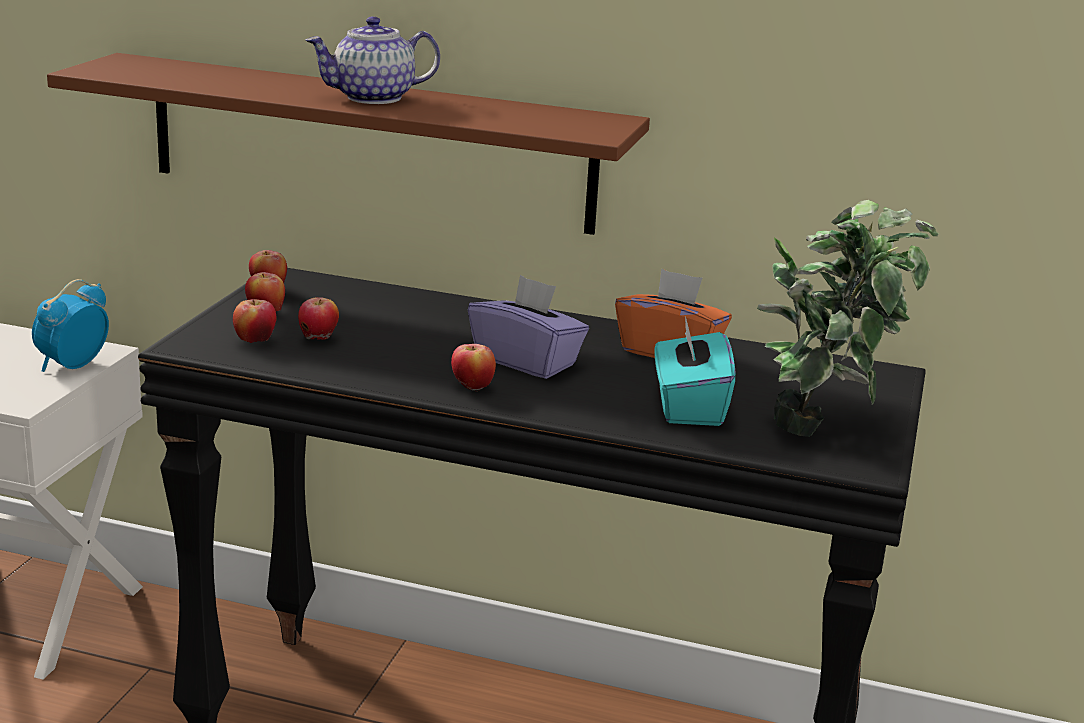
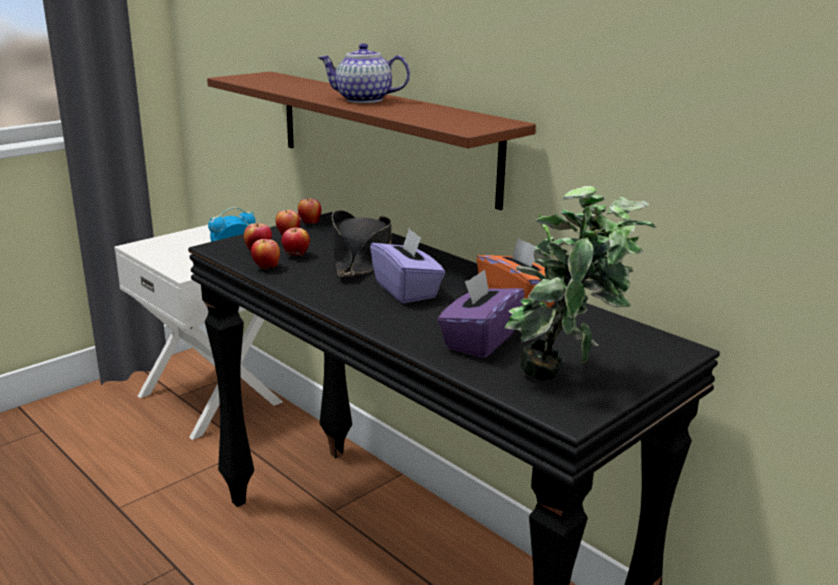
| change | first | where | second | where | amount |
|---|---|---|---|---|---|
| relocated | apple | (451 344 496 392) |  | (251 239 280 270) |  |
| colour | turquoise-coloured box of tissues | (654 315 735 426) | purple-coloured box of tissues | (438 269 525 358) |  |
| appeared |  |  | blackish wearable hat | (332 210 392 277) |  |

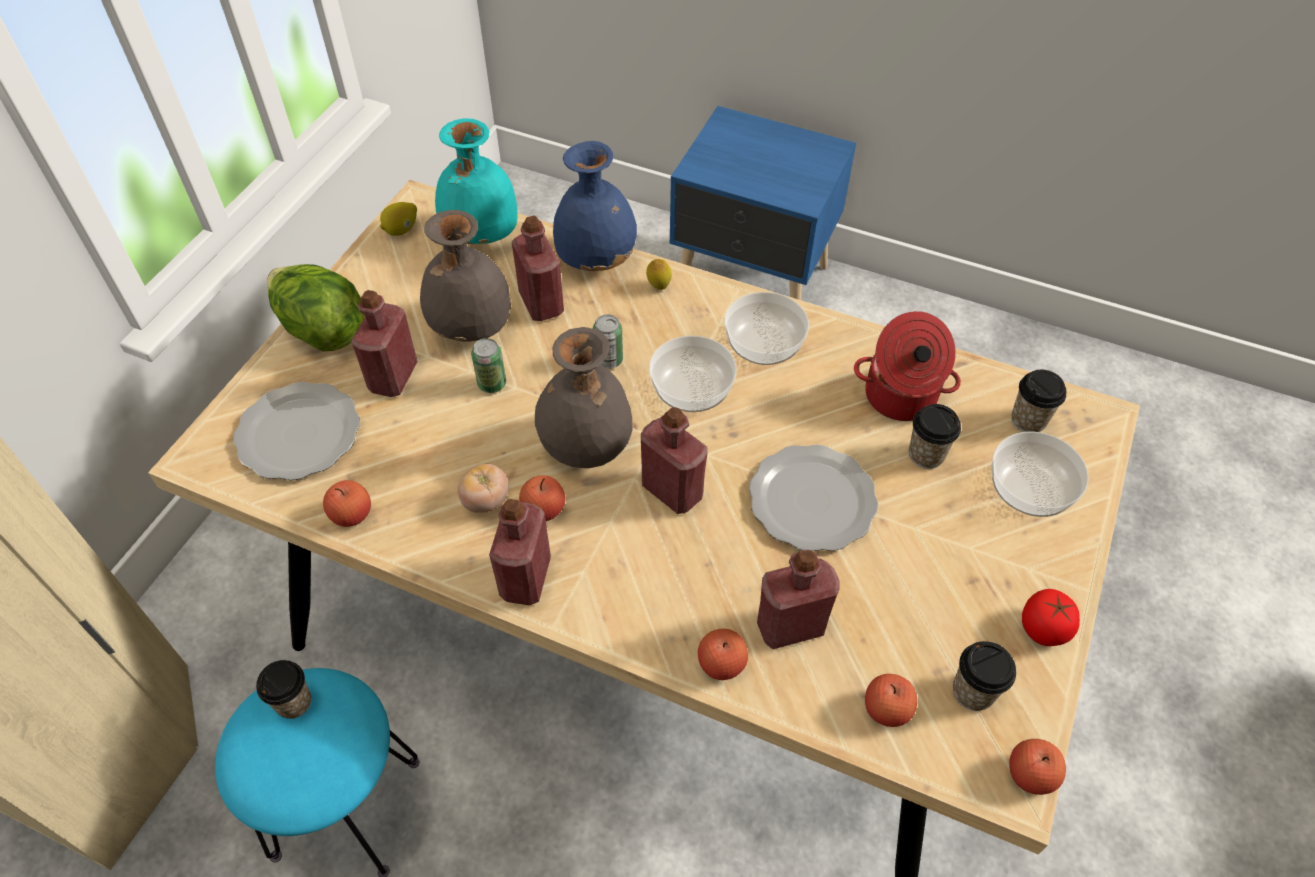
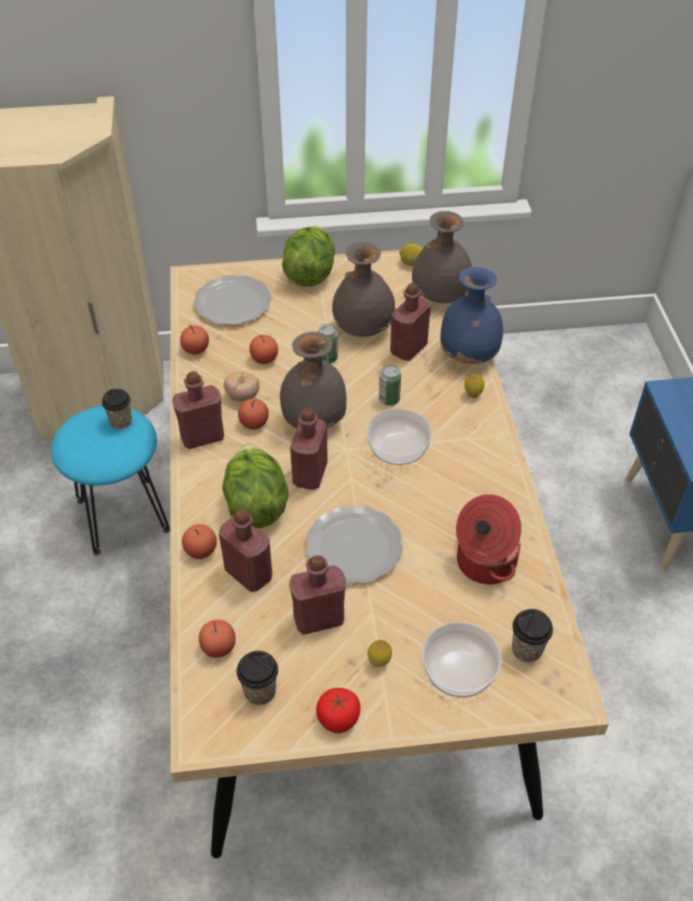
| change | first | where | second | where | amount |
|---|---|---|---|---|---|
| relocated | reddish drink bottle | (351 290 418 397) |  | (289 555 346 635) |  |
| colour | turquoise-coloured decorative vase | (435 118 518 244) | gray decorative vase | (412 211 472 303) |  |
| missing | deep dish | (725 292 809 365) |  |  |  |
| missing | drinking cup | (909 404 961 469) |  |  |  |
| relocated | apple | (1009 739 1066 795) |  | (249 335 278 364) |  |
| appeared |  |  | lettuce head | (222 444 289 528) |  |
| appeared |  |  | citrus fruit | (367 640 392 667) |  |

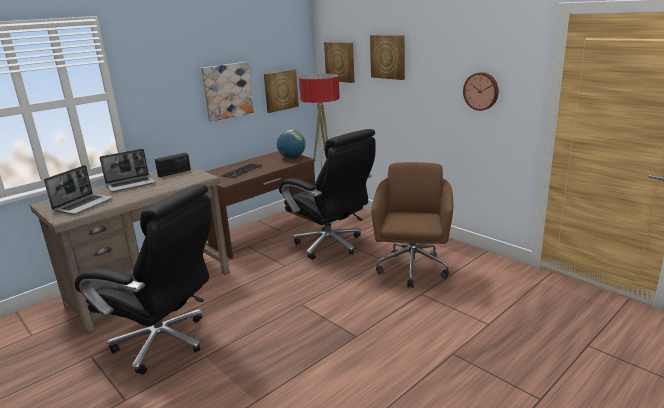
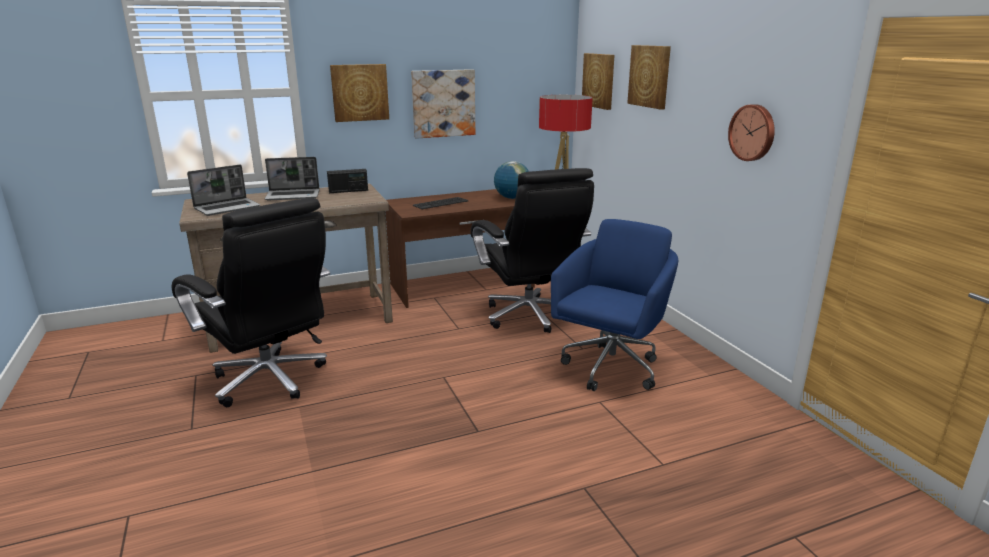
| change | first | where | second | where | amount |
|---|---|---|---|---|---|
| relocated | wall art | (264 69 299 113) |  | (330 64 389 122) |  |
| colour | brownish desk chair | (371 162 453 288) | blue-coloured desk chair | (551 219 678 391) |  |

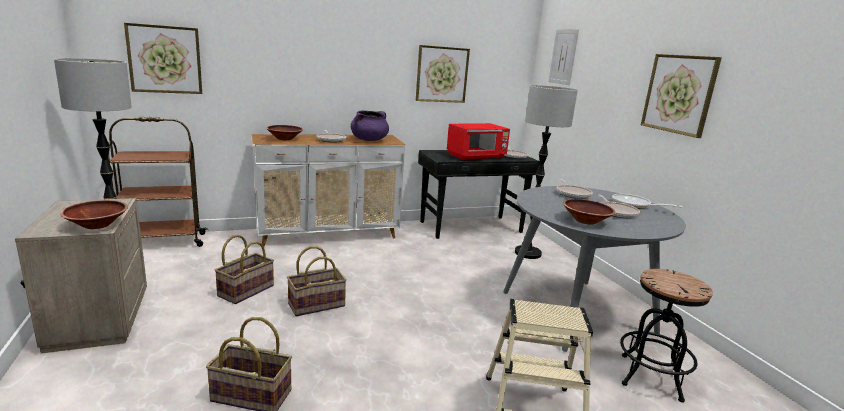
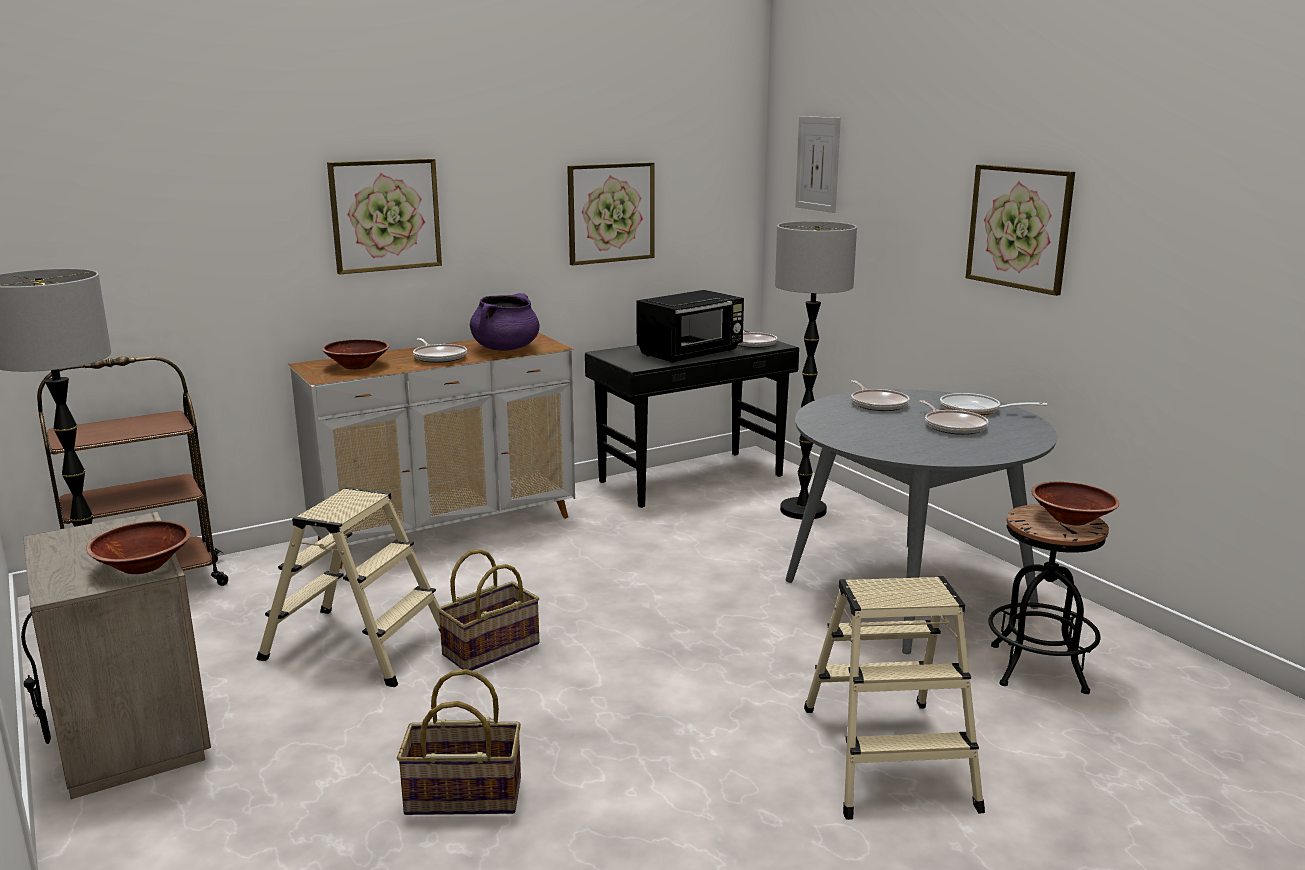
| change | first | where | second | where | amount |
|---|---|---|---|---|---|
| relocated | wall art | (124 23 202 94) |  | (327 159 442 275) |  |
| exchanged | storage basket | (215 235 274 304) | beige-coloured step ladder | (257 487 441 687) |  |
| colour | reddish microwave oven | (447 123 510 160) | blackish microwave oven | (636 290 744 363) |  |
| relocated | brownish deep dish | (563 199 615 225) |  | (1031 482 1119 526) |  |

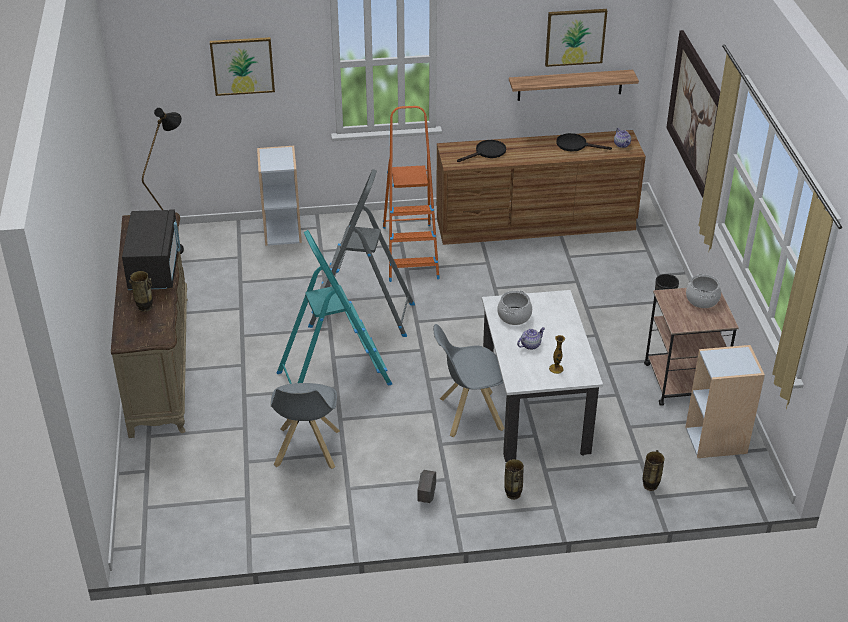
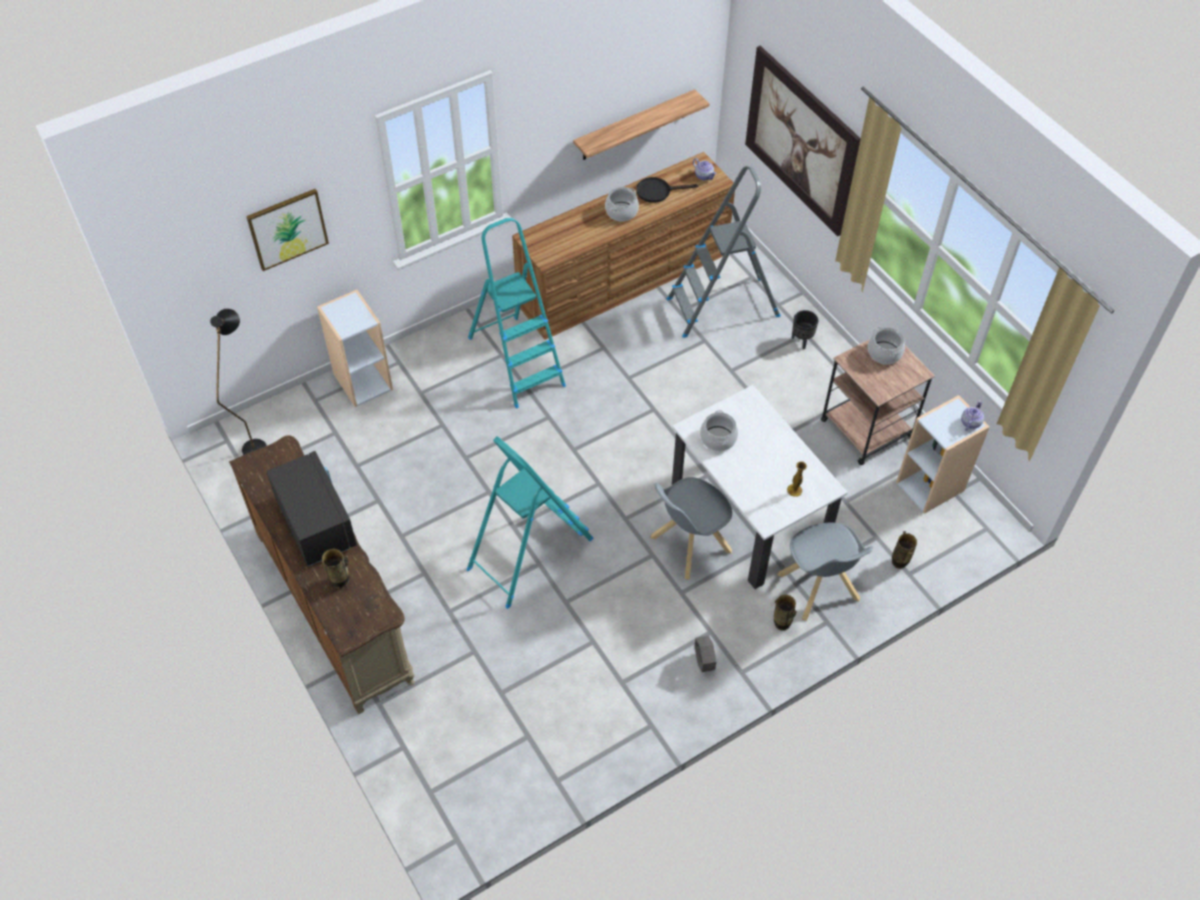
| change | first | where | second | where | amount |
|---|---|---|---|---|---|
| relocated | gray chair | (270 383 340 469) |  | (777 523 873 621) |  |
| relocated | gray step ladder | (308 169 415 337) |  | (667 166 781 338) |  |
| colour | orange-coloured step ladder | (383 106 440 282) | turquoise-coloured step ladder | (468 218 566 408) |  |
| missing | blackish skillet | (457 140 506 162) |  |  |  |
| relocated | pot for tea | (517 327 545 350) |  | (961 401 984 431) |  |
| missing | wall art | (545 9 607 67) |  |  |  |
| appeared |  |  | saucepot | (605 187 639 222) |  |

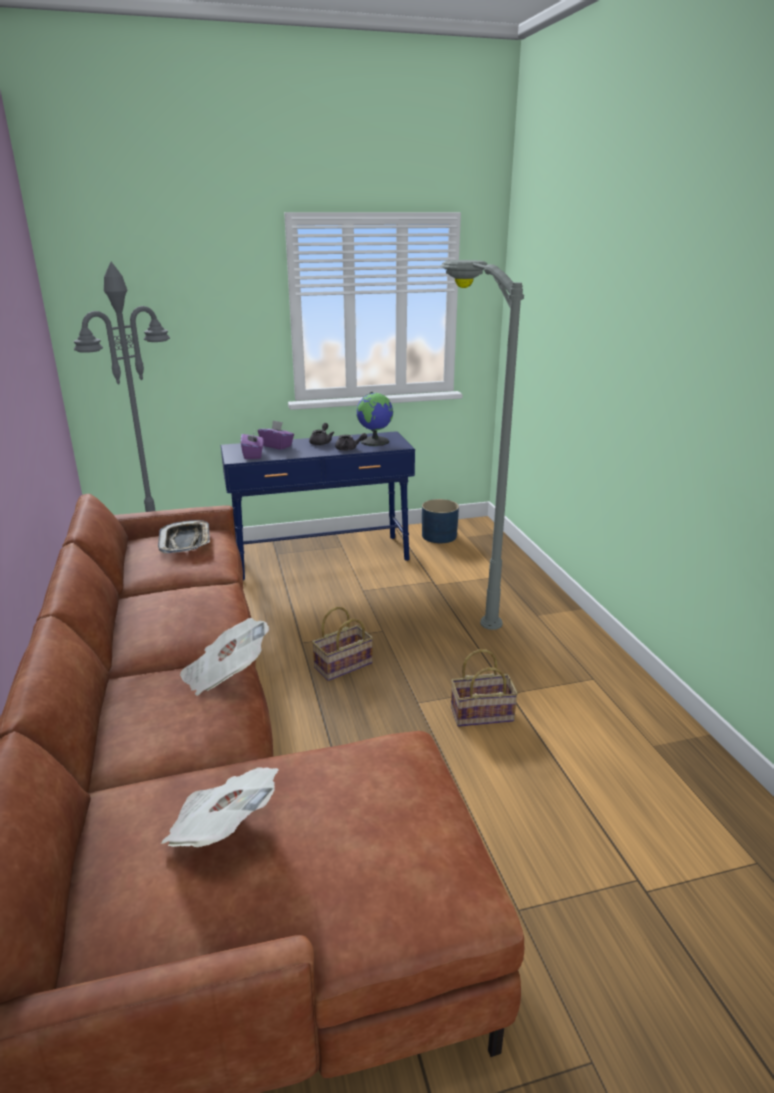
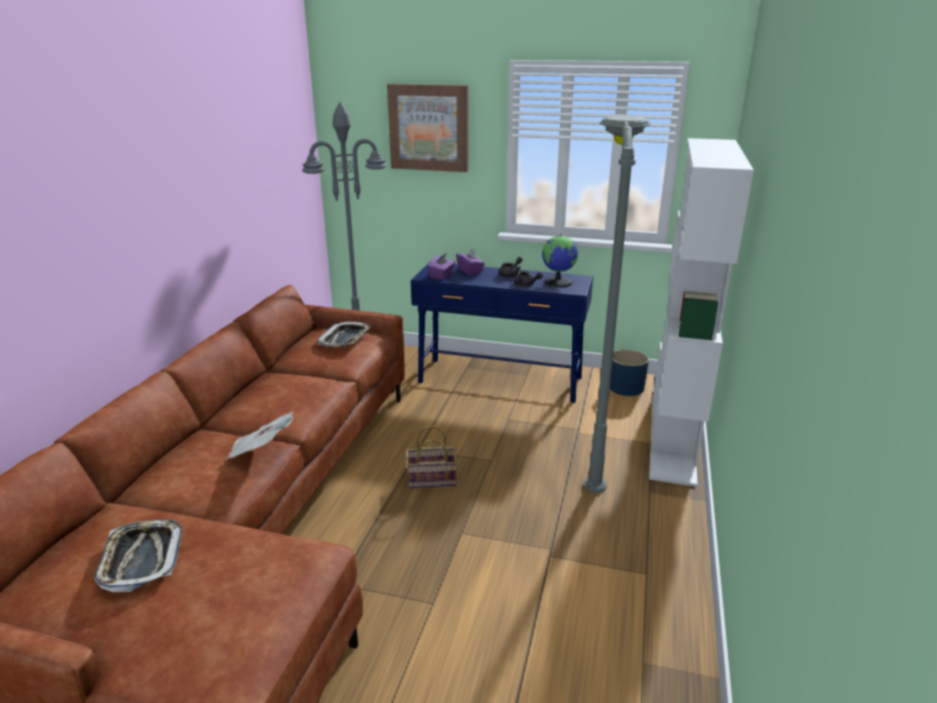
| change | first | where | second | where | amount |
|---|---|---|---|---|---|
| exchanged | newspaper | (161 767 278 847) | tray | (94 520 182 592) |  |
| missing | storage basket | (451 649 518 727) |  |  |  |
| appeared |  |  | wall art | (387 84 468 172) |  |
| appeared |  |  | white-coloured shelving unit | (649 138 754 487) |  |

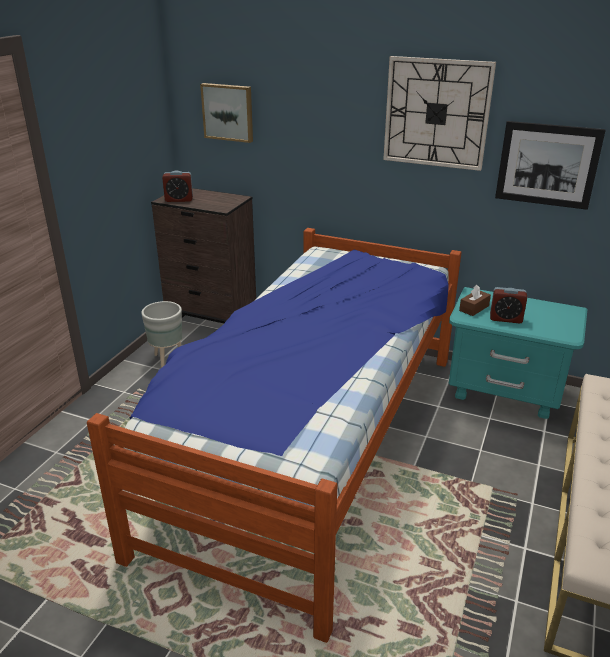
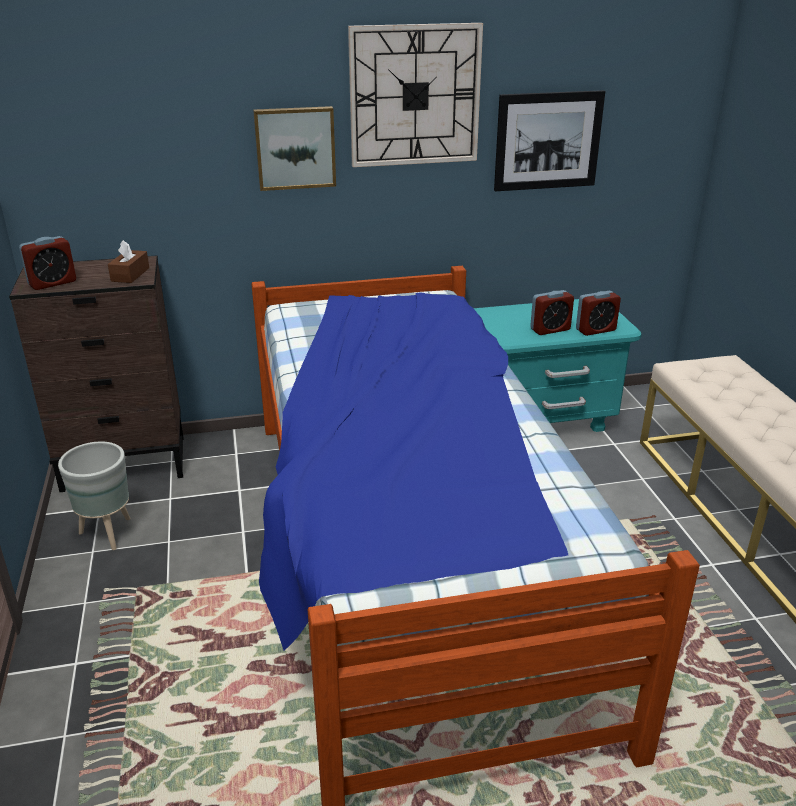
| change | first | where | second | where | amount |
|---|---|---|---|---|---|
| relocated | wall art | (200 83 253 143) |  | (253 106 336 191) |  |
| relocated | brownish box of tissues | (459 285 491 316) |  | (108 240 149 283) |  |
| appeared |  |  | bedside clock | (576 291 621 336) |  |

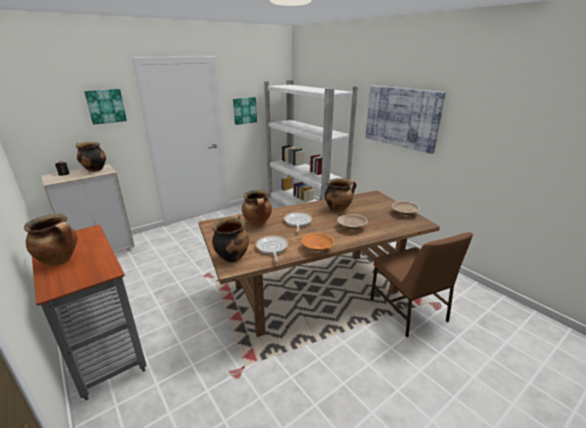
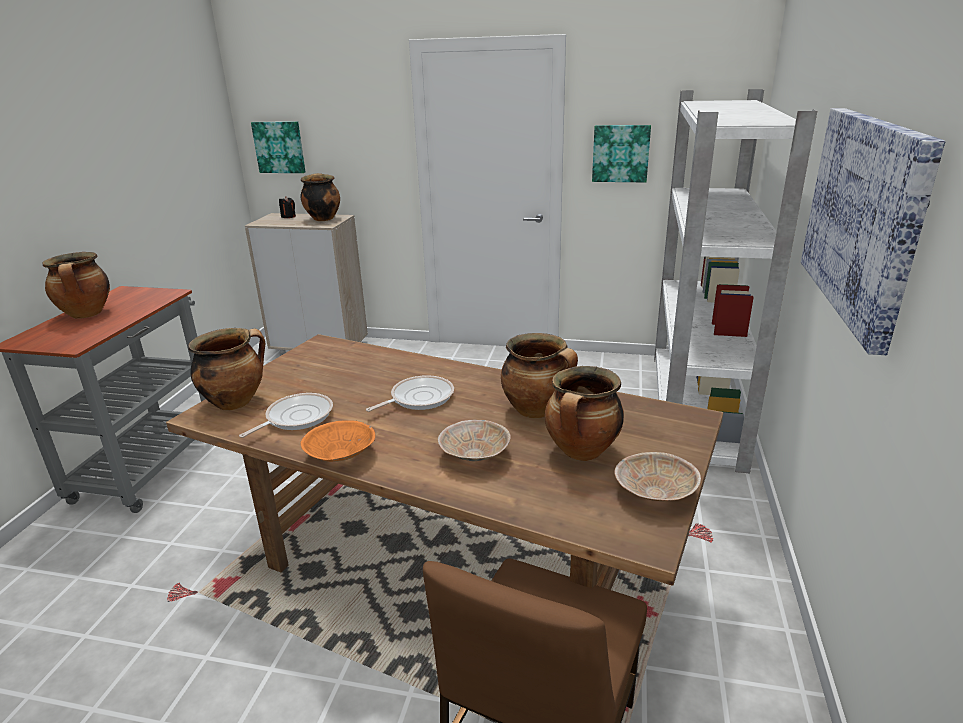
| change | first | where | second | where | amount |
|---|---|---|---|---|---|
| relocated | wall art | (84 89 127 125) |  | (251 121 305 173) |  |
| relocated | saucepot | (242 190 272 226) |  | (545 366 624 461) |  |

